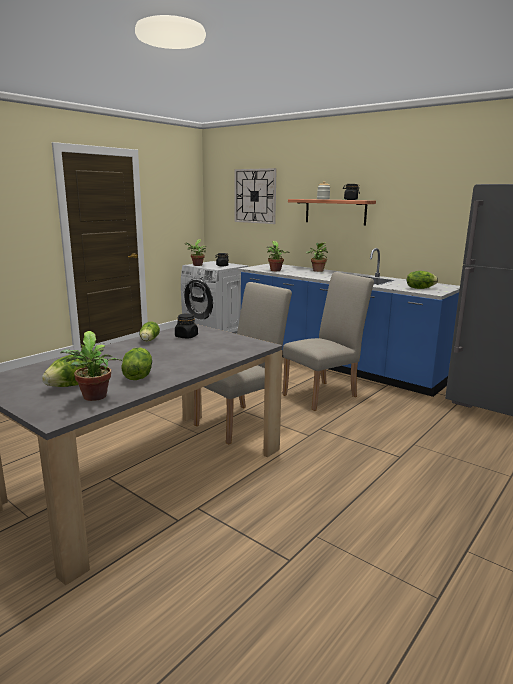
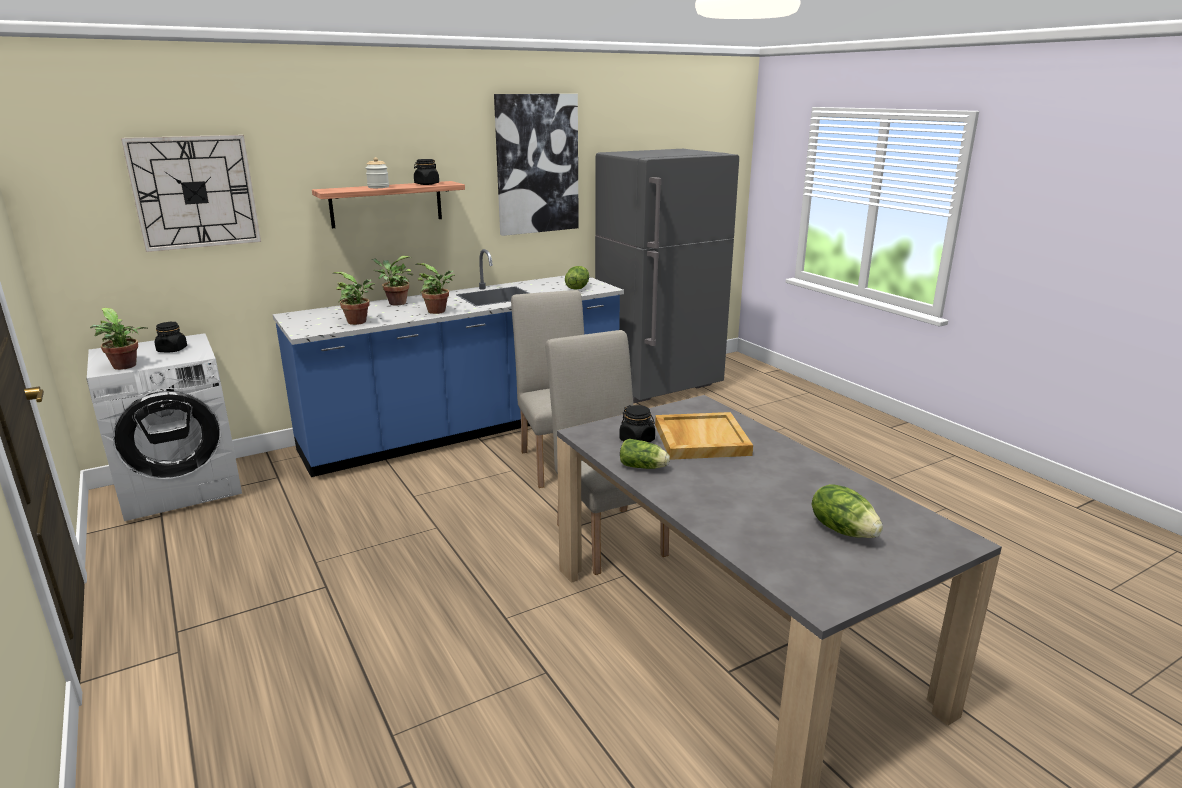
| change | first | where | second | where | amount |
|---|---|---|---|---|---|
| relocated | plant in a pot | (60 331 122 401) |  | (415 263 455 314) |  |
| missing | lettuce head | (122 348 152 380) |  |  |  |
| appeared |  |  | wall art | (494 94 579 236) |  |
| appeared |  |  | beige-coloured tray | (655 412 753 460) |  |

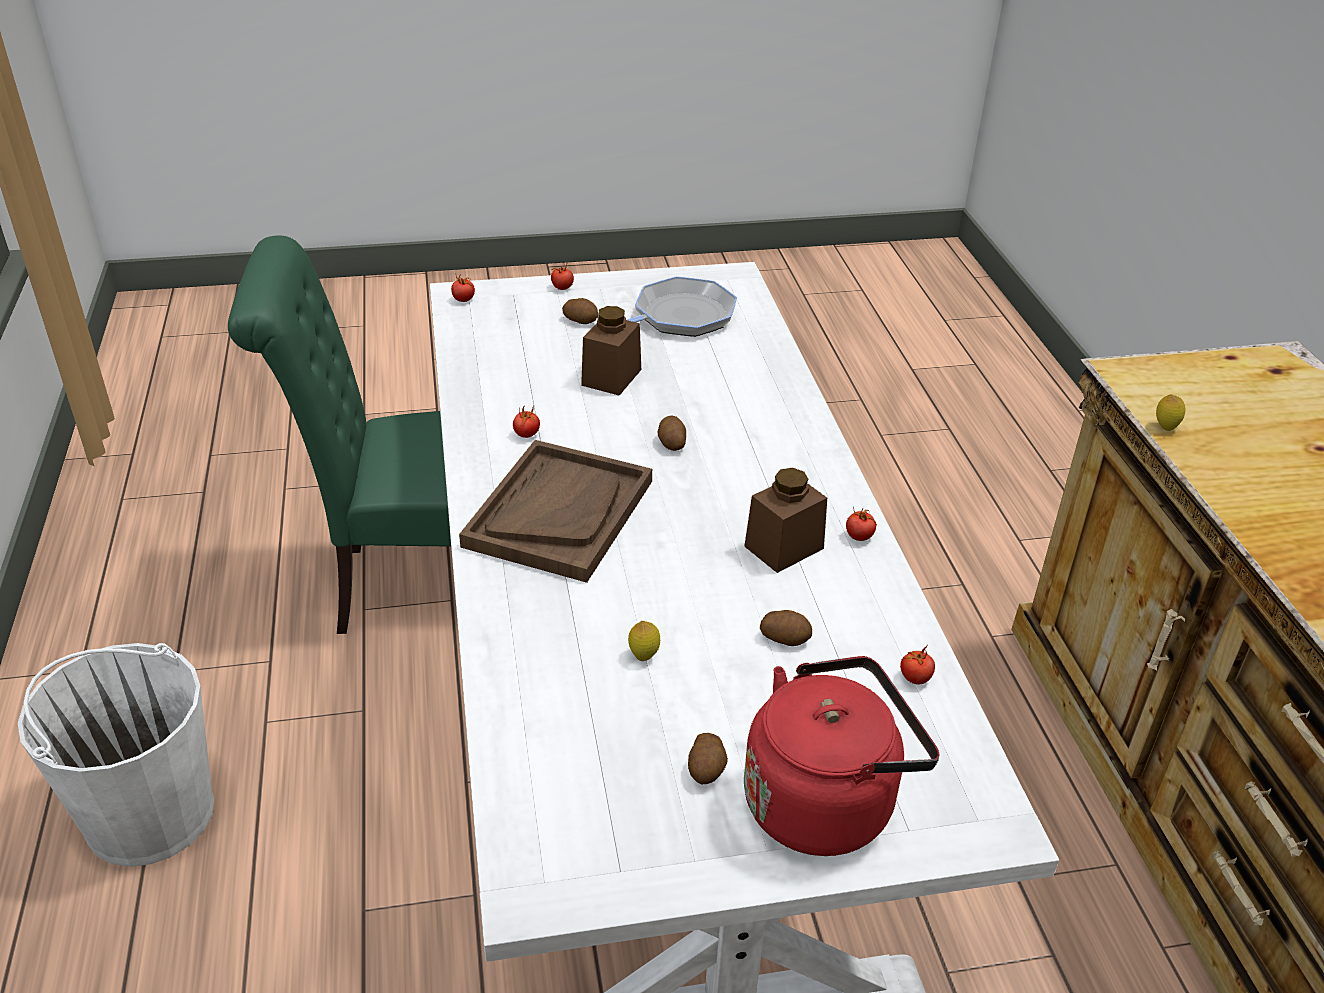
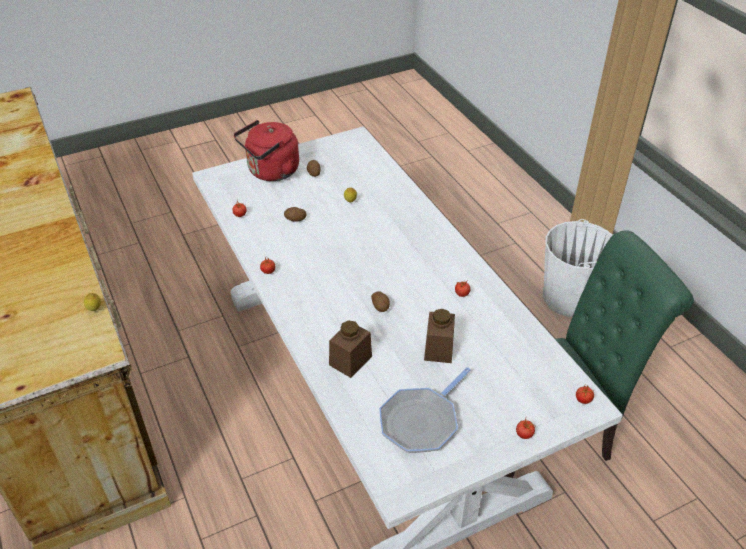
| change | first | where | second | where | amount |
|---|---|---|---|---|---|
| missing | brownish tray | (459 440 652 583) |  |  |  |
| missing | potato | (562 298 598 324) |  |  |  |
| relocated | brownish storage jar | (744 468 827 573) |  | (329 320 372 378) |  |

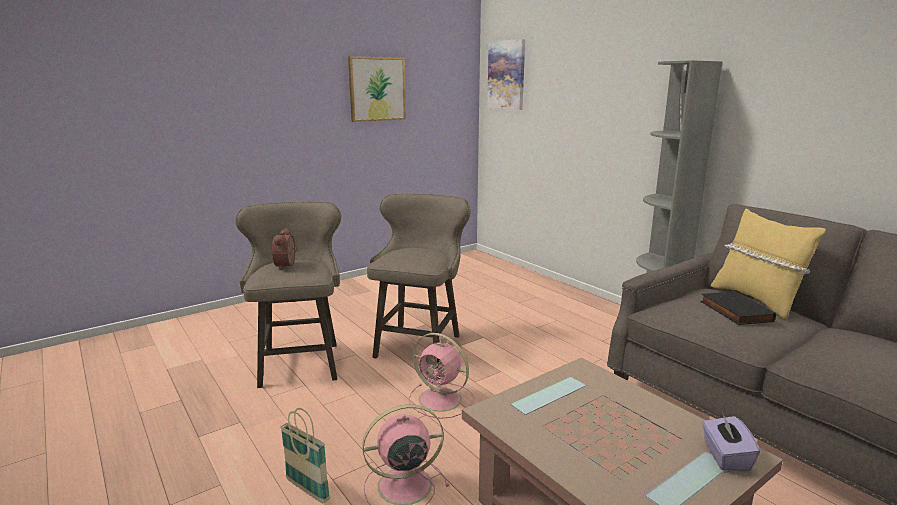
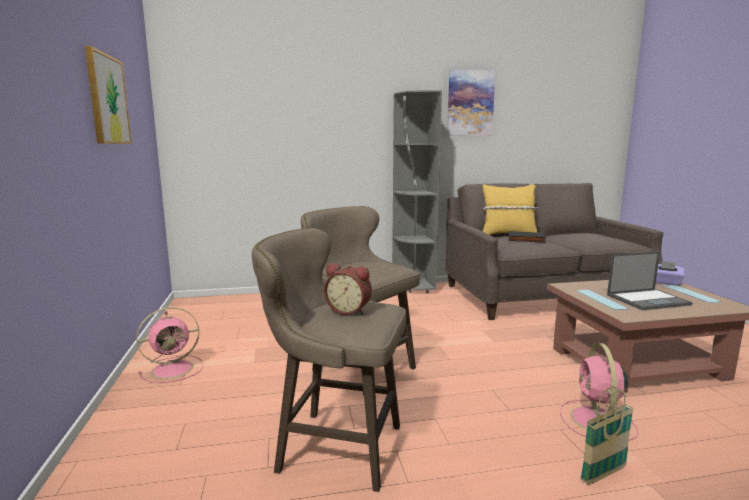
| change | first | where | second | where | amount |
|---|---|---|---|---|---|
| relocated | pink-coloured fan | (408 333 474 419) |  | (136 307 203 383) |  |
| relocated | wall art | (487 39 525 110) |  | (447 69 496 136) |  |
| appeared |  |  | notebook computer | (607 251 693 310) |  |

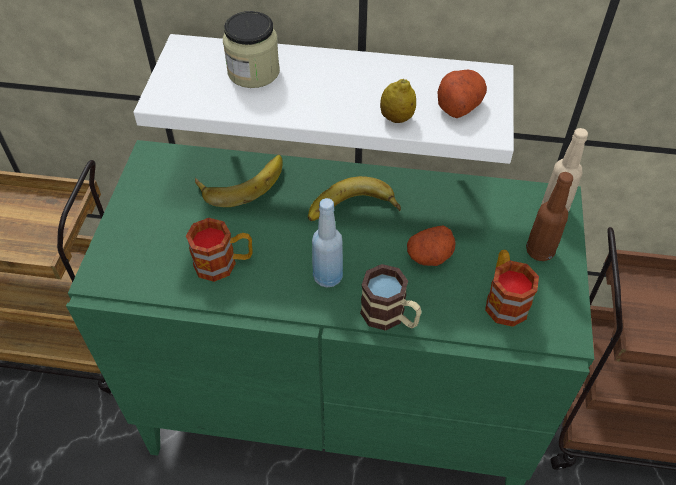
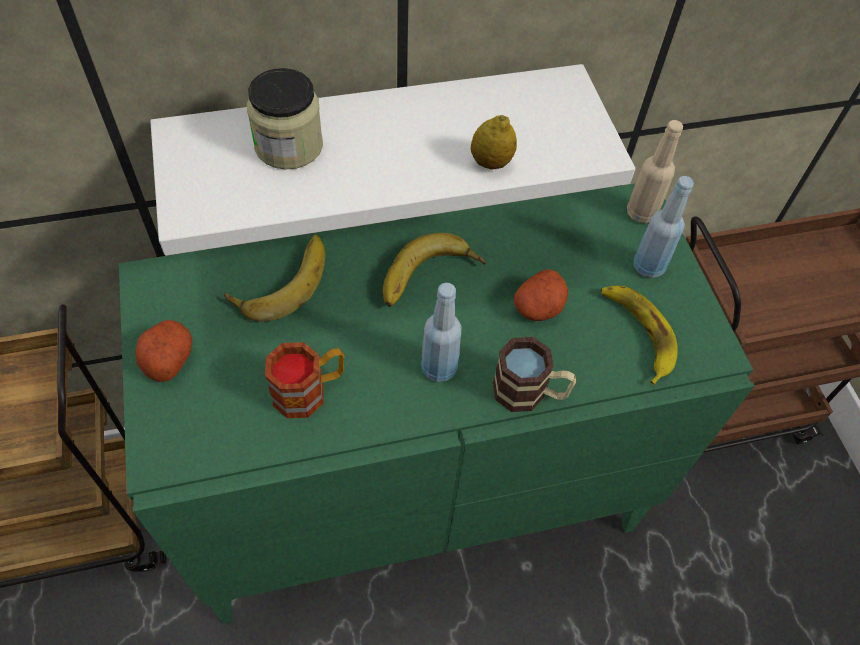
| change | first | where | second | where | amount |
|---|---|---|---|---|---|
| relocated | potato | (438 70 487 118) |  | (135 320 192 382) |  |
| exchanged | mug | (485 250 539 327) | banana fruit | (601 286 678 385) |  |
| colour | brownish drink bottle | (526 172 573 261) | blue-coloured drink bottle | (634 176 694 278) |  |

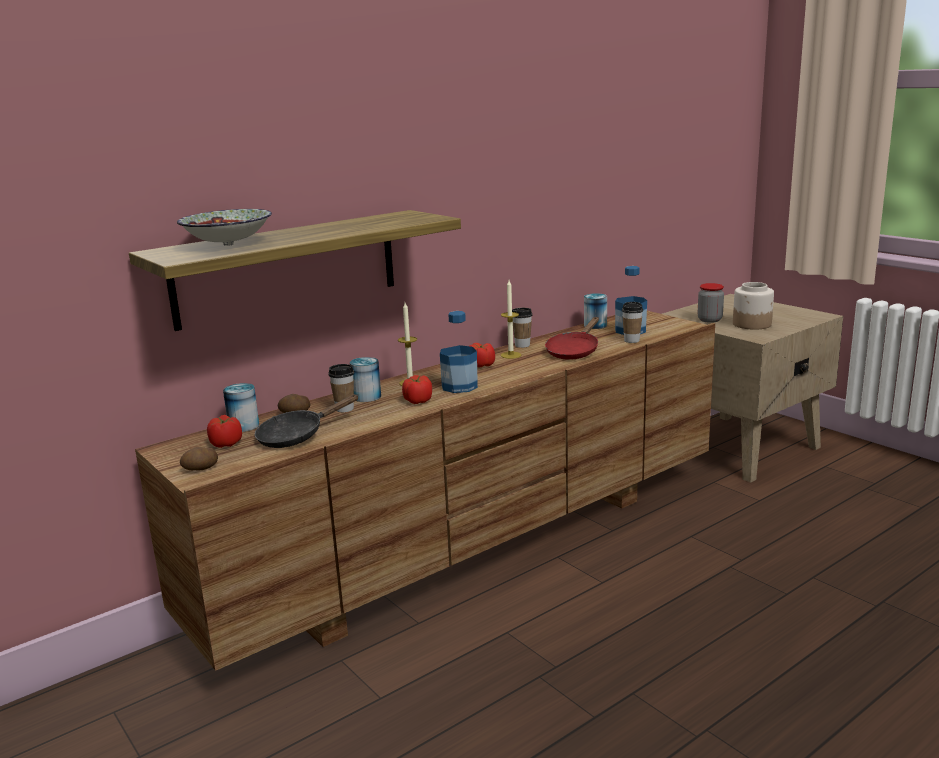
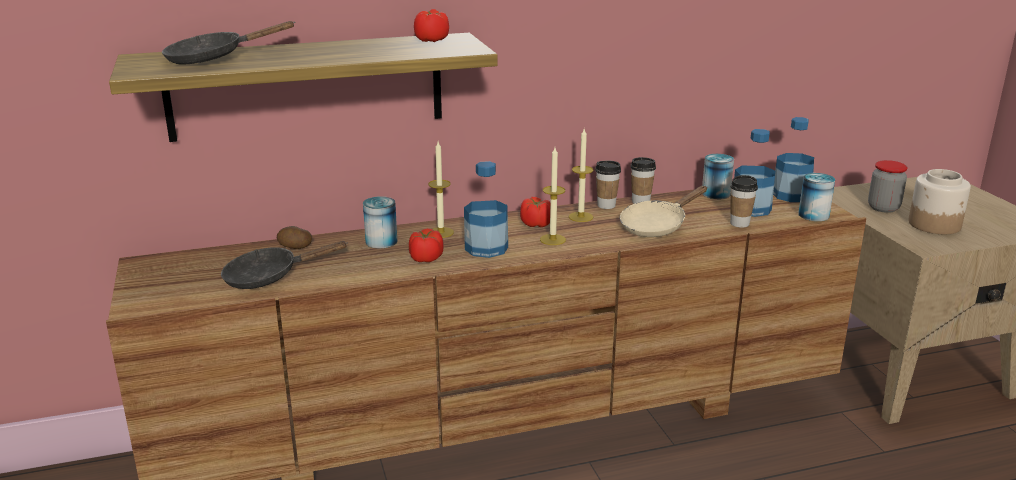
| change | first | where | second | where | amount |
|---|---|---|---|---|---|
| exchanged | deep dish | (177 209 272 246) | blackish skillet | (162 21 296 64) |  |
| missing | potato | (180 447 218 470) |  |  |  |
| relocated | fresh tomato | (207 415 242 448) |  | (414 9 449 42) |  |
| relocated | sealed can | (223 383 259 432) |  | (798 173 835 221) |  |
| relocated | drinking cup | (328 364 354 412) |  | (630 157 656 204) |  |
| colour | reddish skillet | (545 317 599 360) | beige-coloured skillet | (620 186 707 237) |  |
| appeared |  |  | wax light | (540 147 566 245) |  |
| appeared |  |  | drink bottle | (773 117 814 202) |  |

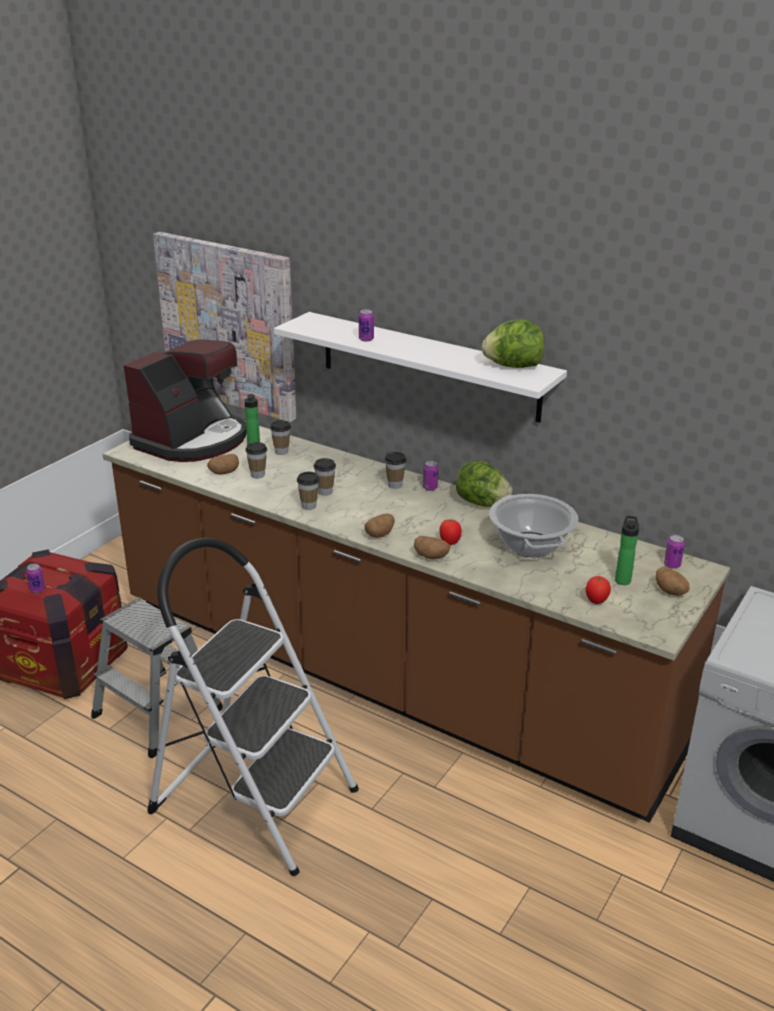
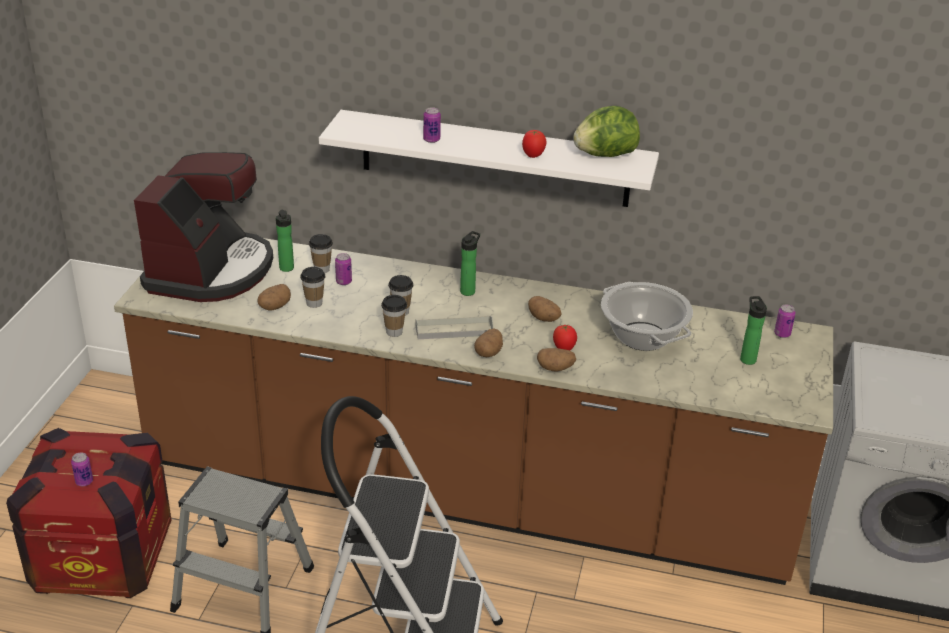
| change | first | where | second | where | amount |
|---|---|---|---|---|---|
| missing | wall art | (153 232 296 422) |  |  |  |
| exchanged | drinking cup | (384 452 407 489) | drink bottle | (460 231 480 296) |  |
| relocated | sealed can | (423 461 438 491) |  | (335 253 352 285) |  |
| missing | lettuce head | (456 461 513 507) |  |  |  |
| relocated | fresh tomato | (586 576 611 604) |  | (522 130 547 158) |  |
| relocated | potato | (656 567 690 596) |  | (528 296 562 322) |  |
| appeared |  |  | gray tray | (415 316 494 339) |  |

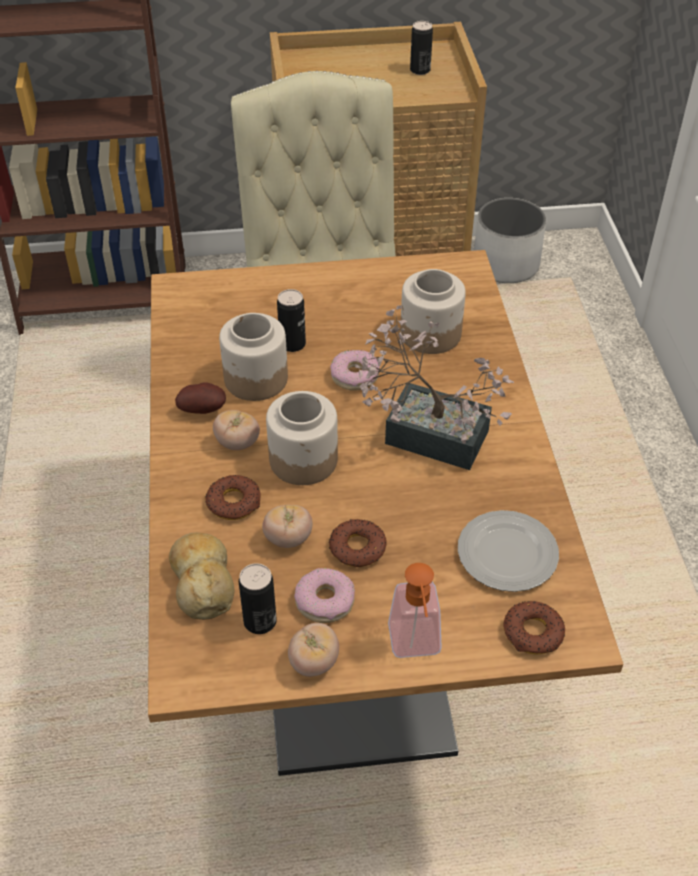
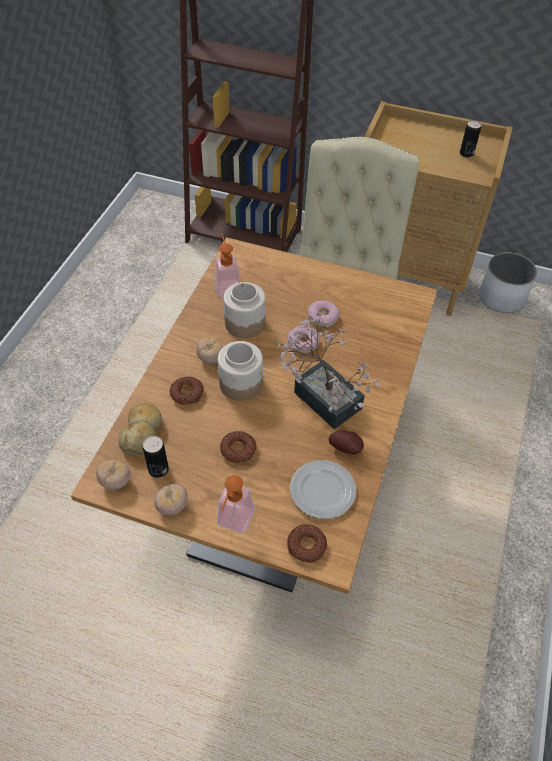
| change | first | where | second | where | amount |
|---|---|---|---|---|---|
| relocated | potato | (175 382 226 414) |  | (329 429 364 455) |  |
| relocated | fresh tomato | (262 505 312 548) |  | (96 460 131 490) |  |
| missing | sealed can | (277 289 306 352) |  |  |  |
| relocated | ring doughnut | (294 568 355 623) |  | (308 300 340 327) |  |
| missing | storage jar | (400 269 466 354) |  |  |  |
| appeared |  |  | liquid soap bottle | (215 233 240 297) |  |

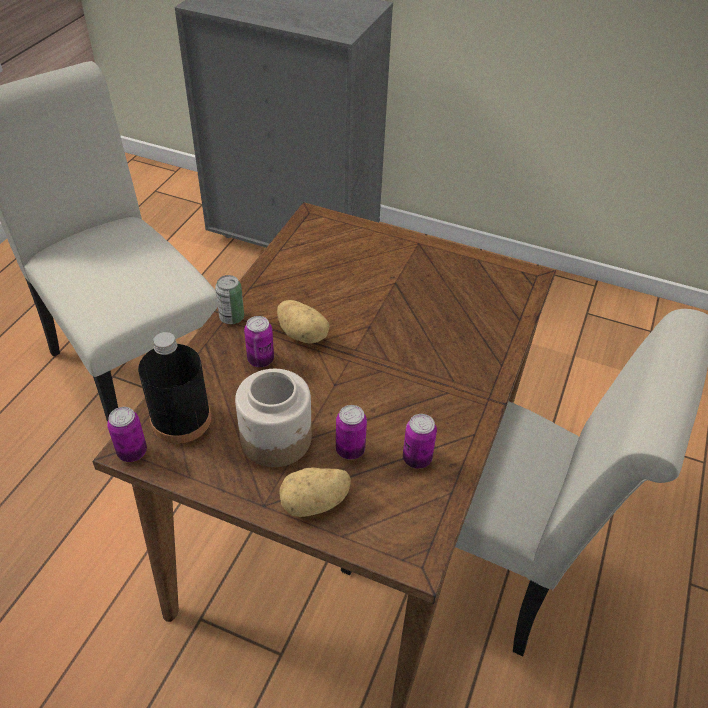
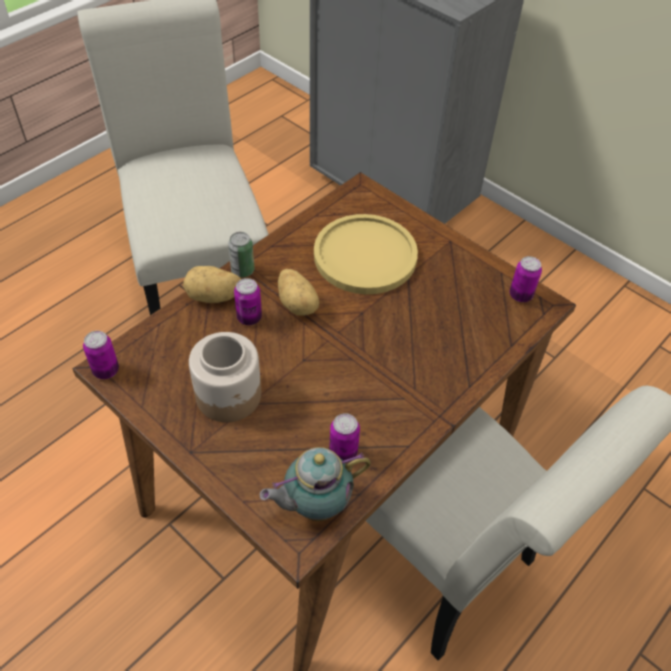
| change | first | where | second | where | amount |
|---|---|---|---|---|---|
| missing | blackish drink bottle | (138 332 211 444) |  |  |  |
| relocated | potato | (279 467 351 517) |  | (183 266 241 303) |  |
| relocated | sealed can | (336 405 367 460) |  | (510 256 542 302) |  |
| appeared |  |  | pot for tea | (260 447 371 521) |  |
| appeared |  |  | yellowish dinner plate | (314 214 418 294) |  |

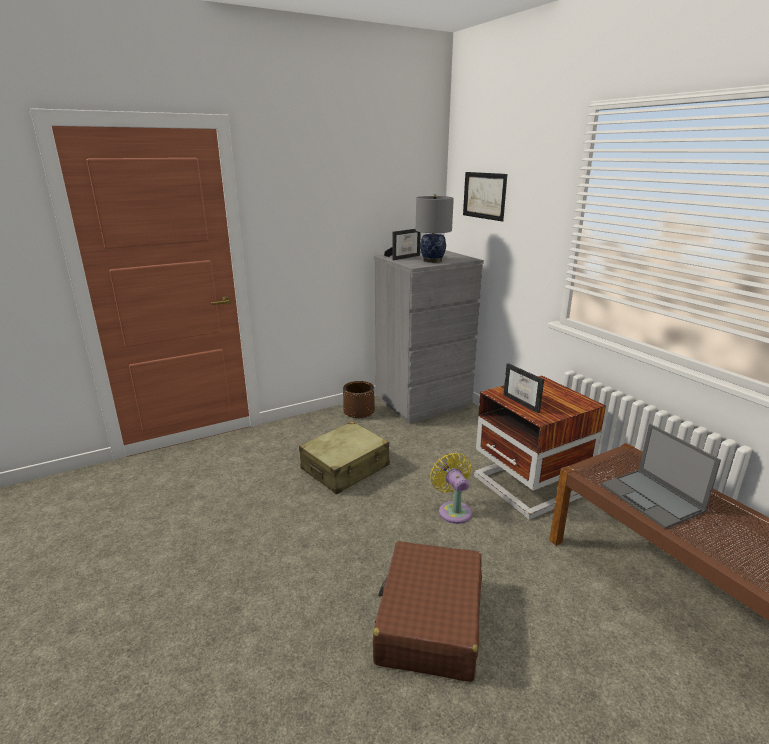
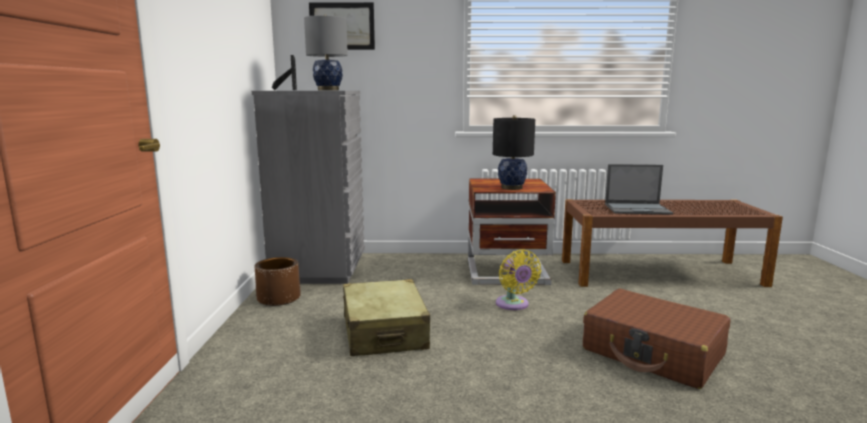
| change | first | where | second | where | amount |
|---|---|---|---|---|---|
| spun | yellowish fan | (430 453 472 524) |  | (496 249 541 310) | 120 degrees counterclockwise |
| exchanged | picture frame | (504 363 544 413) | blackish tabletop lamp | (493 115 535 190) |  |

